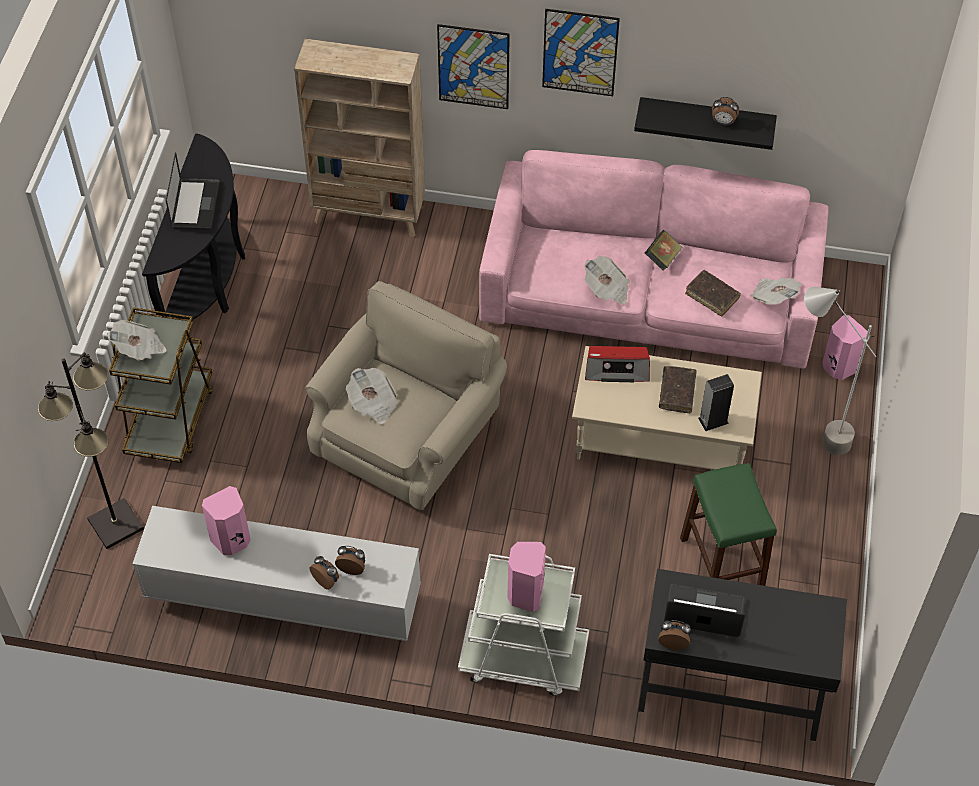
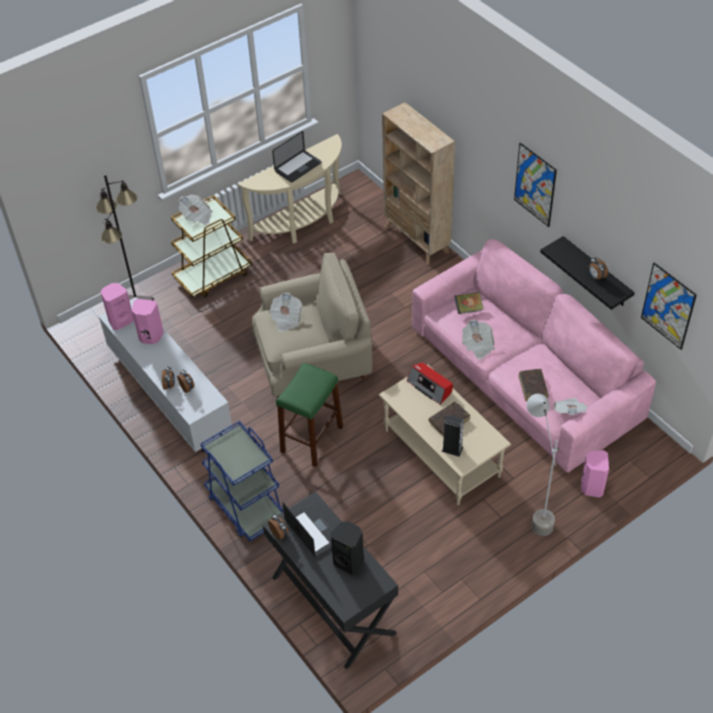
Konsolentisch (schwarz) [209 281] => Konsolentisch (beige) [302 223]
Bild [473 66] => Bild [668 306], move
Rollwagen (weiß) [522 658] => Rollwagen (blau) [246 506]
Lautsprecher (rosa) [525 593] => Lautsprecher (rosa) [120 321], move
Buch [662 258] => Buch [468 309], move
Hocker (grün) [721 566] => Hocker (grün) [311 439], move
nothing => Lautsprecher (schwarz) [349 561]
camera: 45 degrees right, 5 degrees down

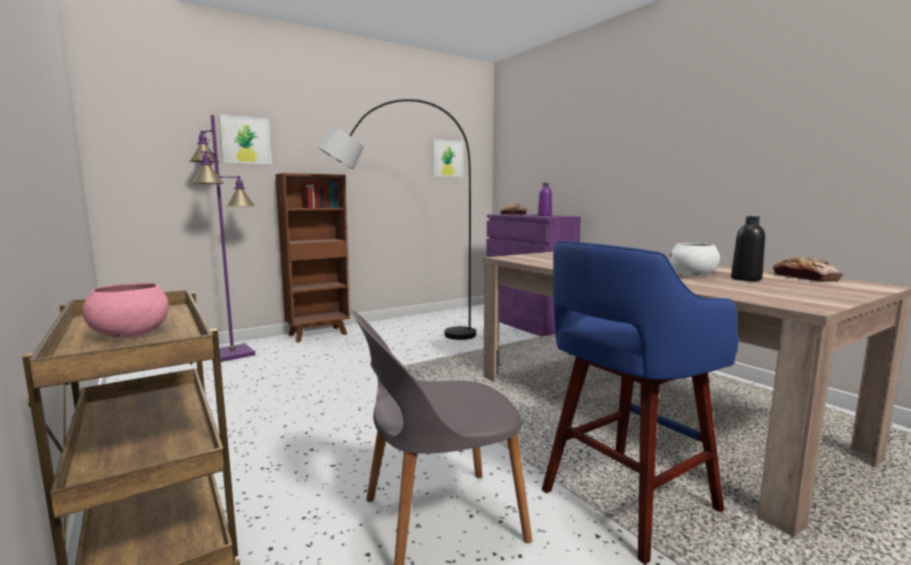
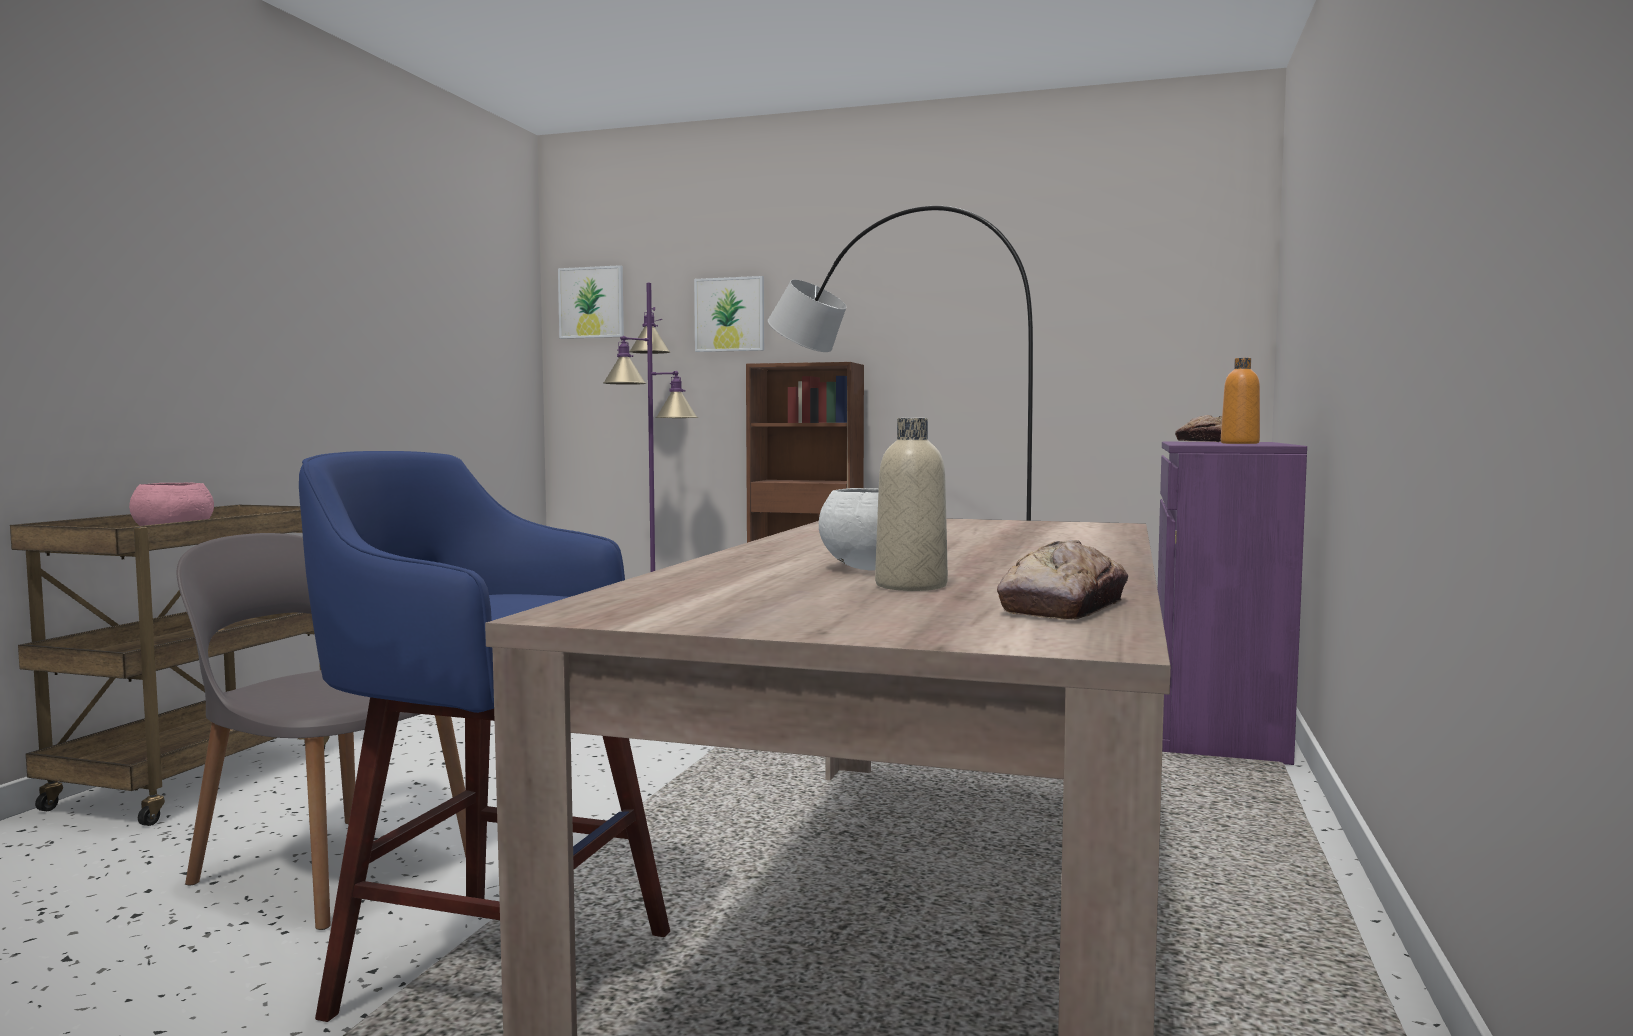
Bild [447 158] => Bild [591 302], move
Flasche (lila) [544 215] => Flasche (orange) [1239 443]
Flasche (schwarz) [746 279] => Flasche (beige) [911 586]
camera: 50 degrees right, 5 degrees down

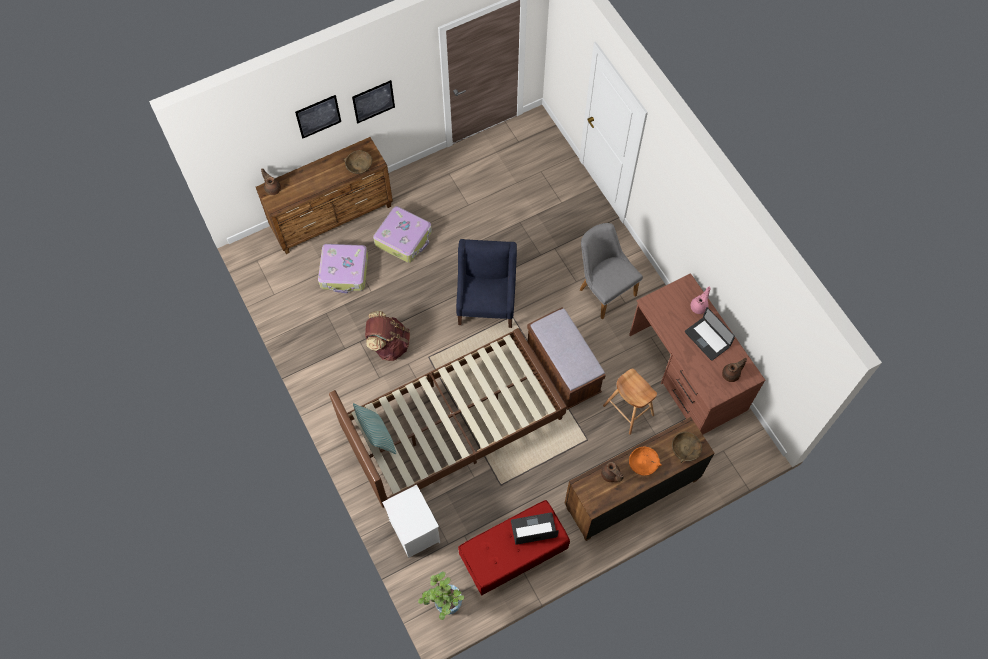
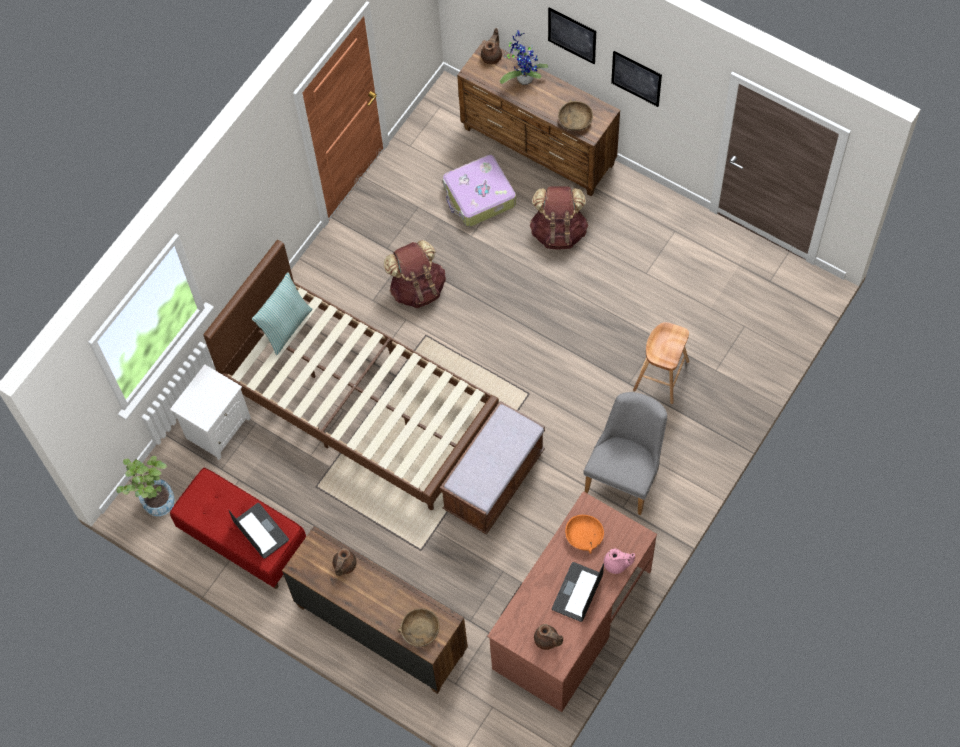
Koffer [404 238] => Rucksack (braun) [558 231]
Sessel (blau) [487 303] => nothing
Hocker (braun) [628 410] => Hocker (braun) [661 376], move
Schüssel (orange) [643 463] => Schüssel (orange) [584 535], move
nothing => Topfpflanze [523 77]
camera: 65 degrees right, 0 degrees up

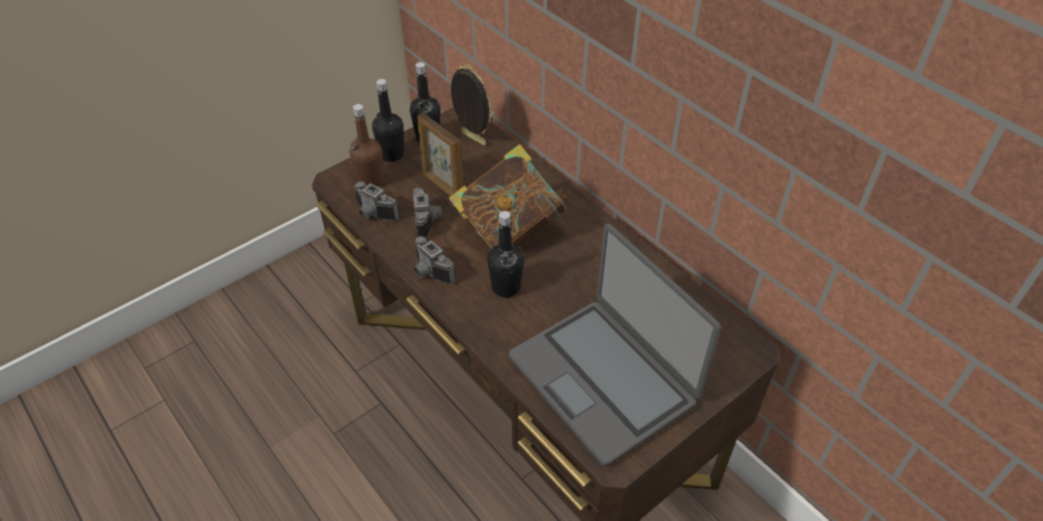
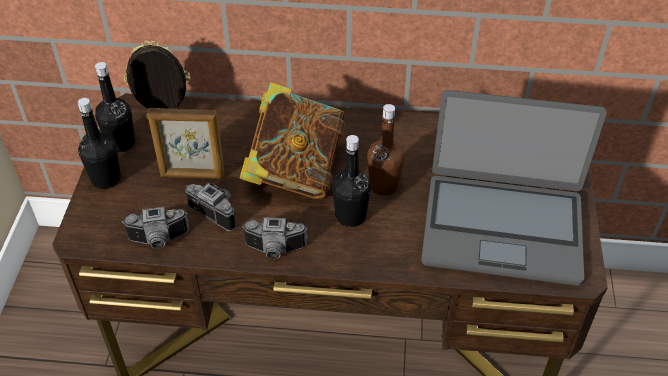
Flasche (braun) [370 180] => Flasche (braun) [384 185], move
camera: 45 degrees left, 0 degrees up

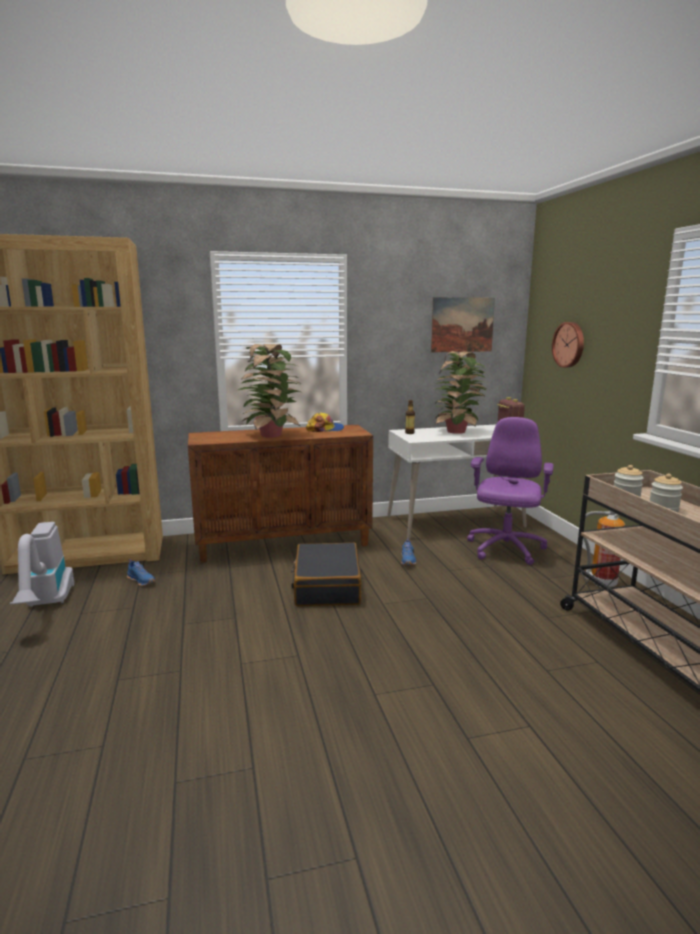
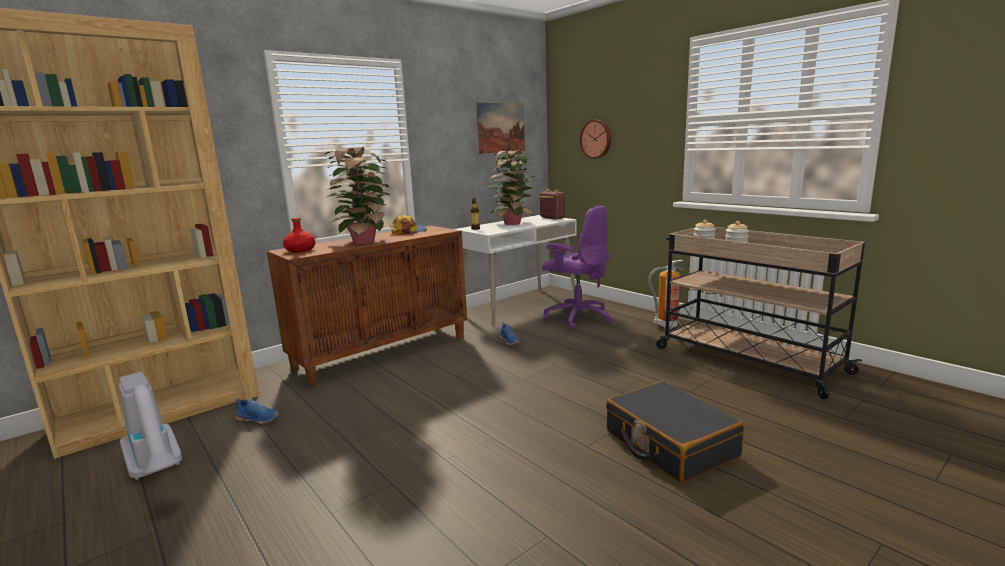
Koffer (schwarz) [326 586] => Koffer (schwarz) [669 444], move
Bürostuhl (lila) [505 549] => Bürostuhl (lila) [577 317], 135 degrees clockwise
nothing => Flasche (rot) [300 250]
camera: 25 degrees left, 0 degrees up

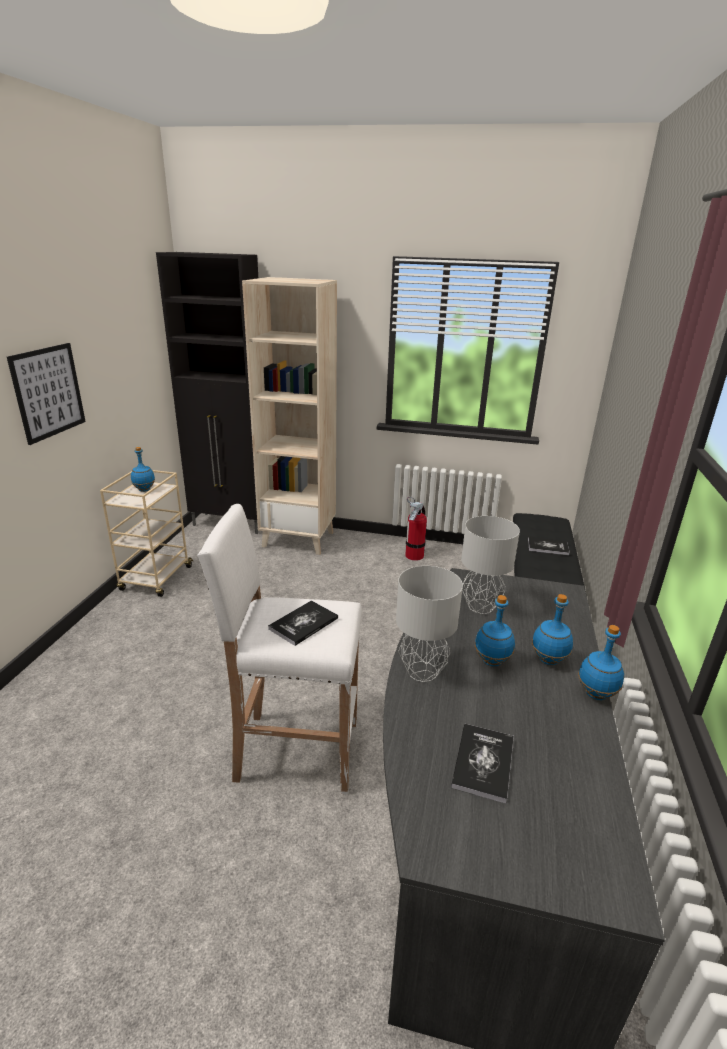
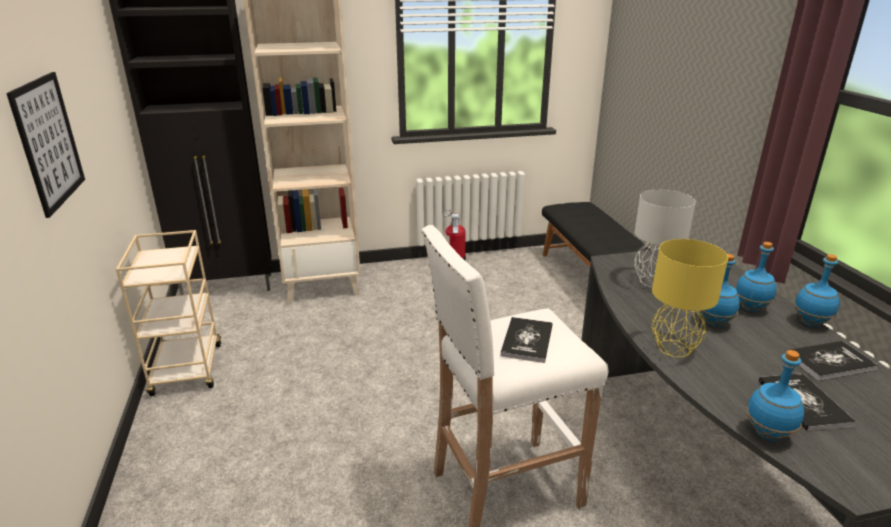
Flasche (blau) [144 490] => Flasche (blau) [767 434], move
Tischlampe (grau) [423 671] => Tischlampe (gelb) [674 348]
Buch [548 547] => Buch [830 362], move
camera: 25 degrees left, 0 degrees up

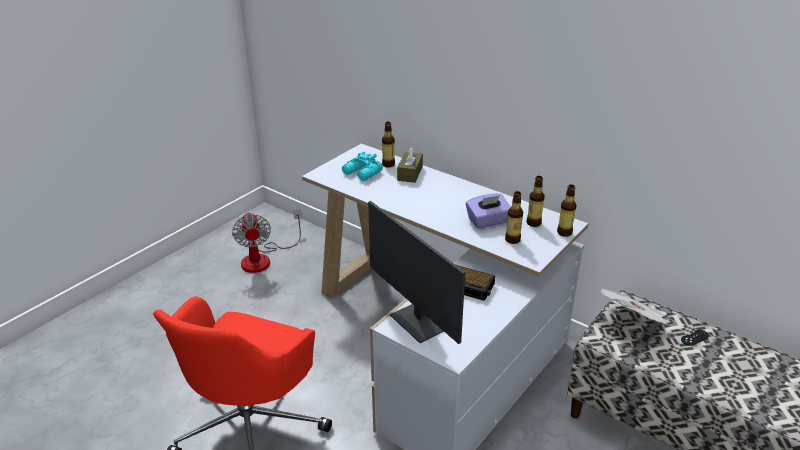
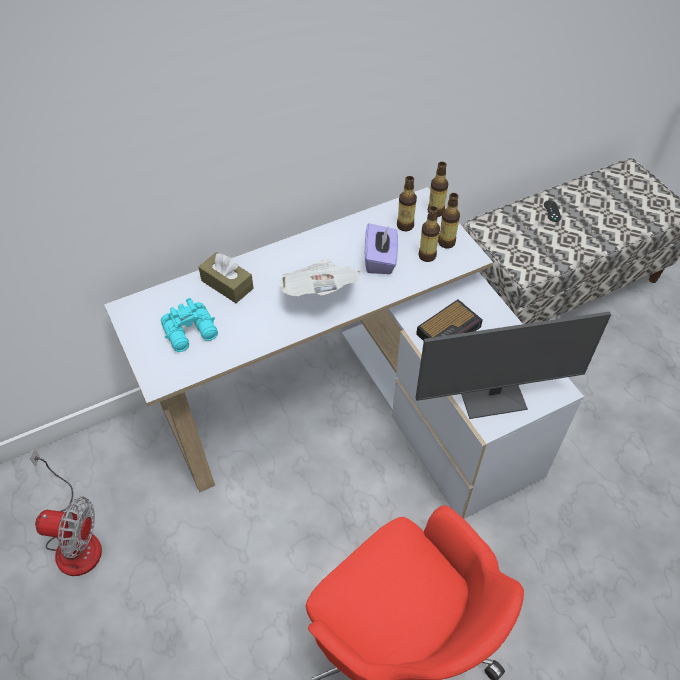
Flasche [388 164] => Flasche [446 242], move
Zeitung [634 321] => Zeitung [319 292], move
camera: 65 degrees left, 20 degrees up

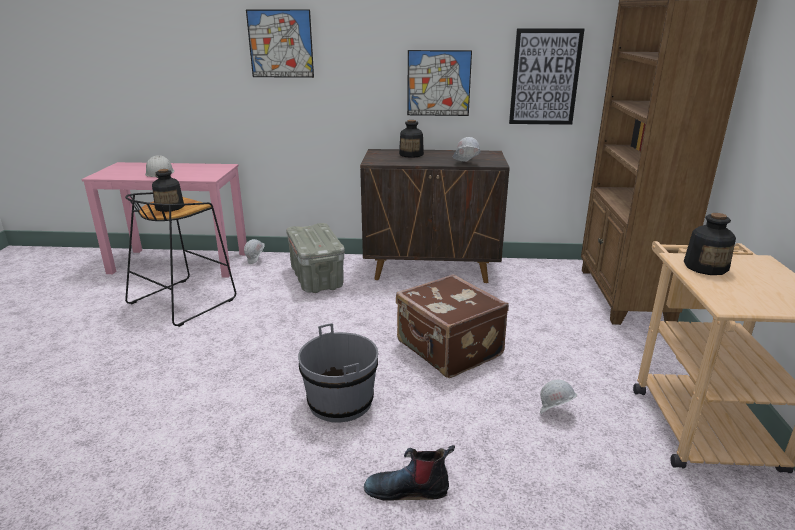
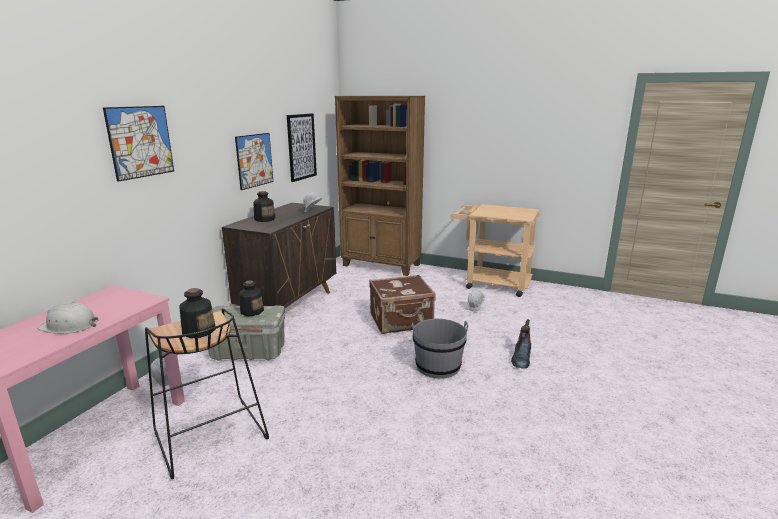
Flasche [705 267] => Flasche [252 311], move
camera: 70 degrees left, 5 degrees down

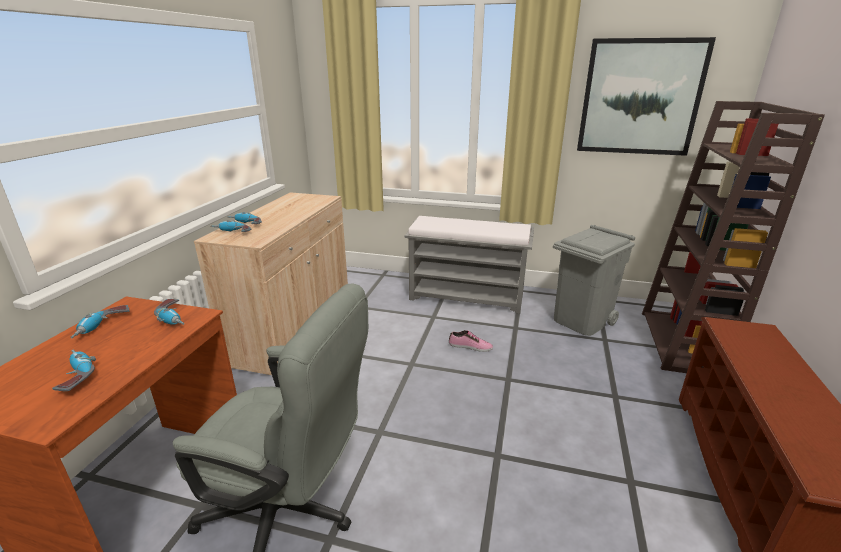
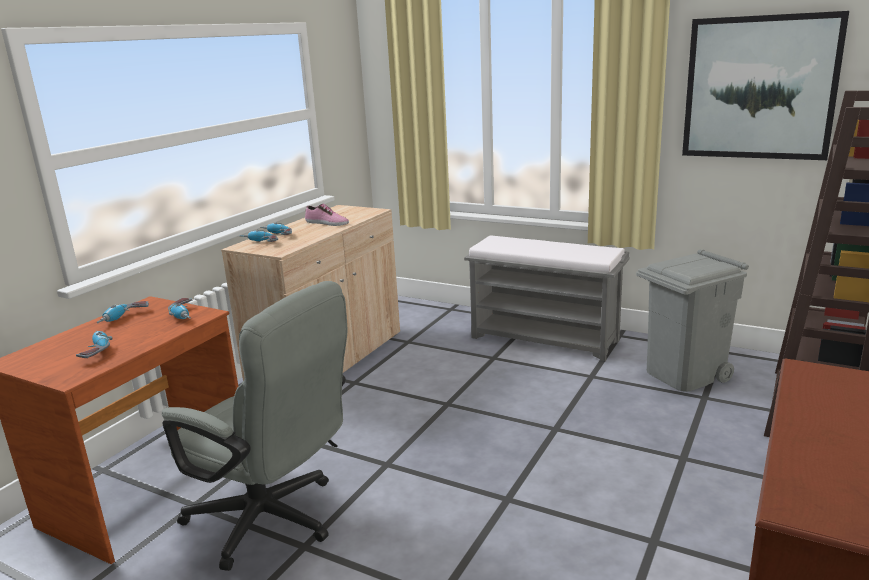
Schuh [470 346] => Schuh [326 223], move
camera: 15 degrees right, 5 degrees down

